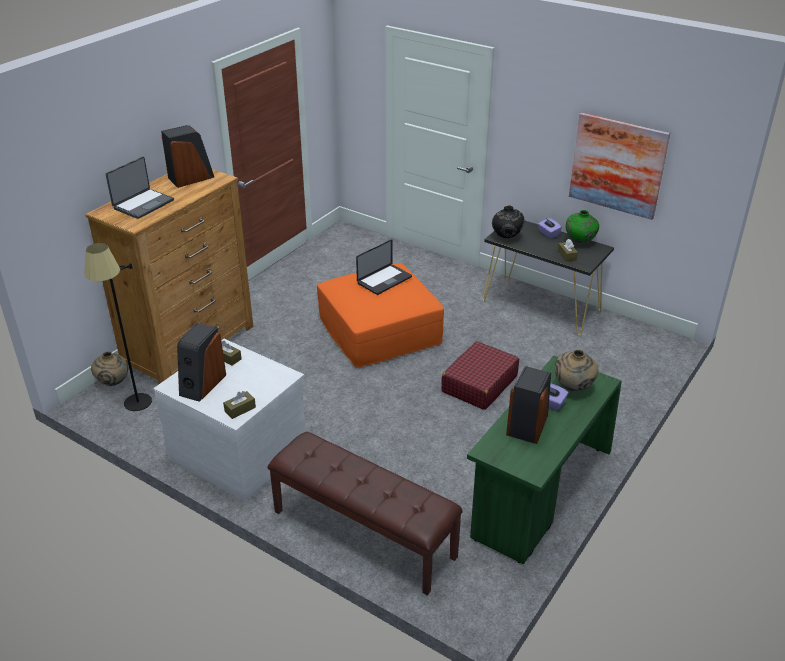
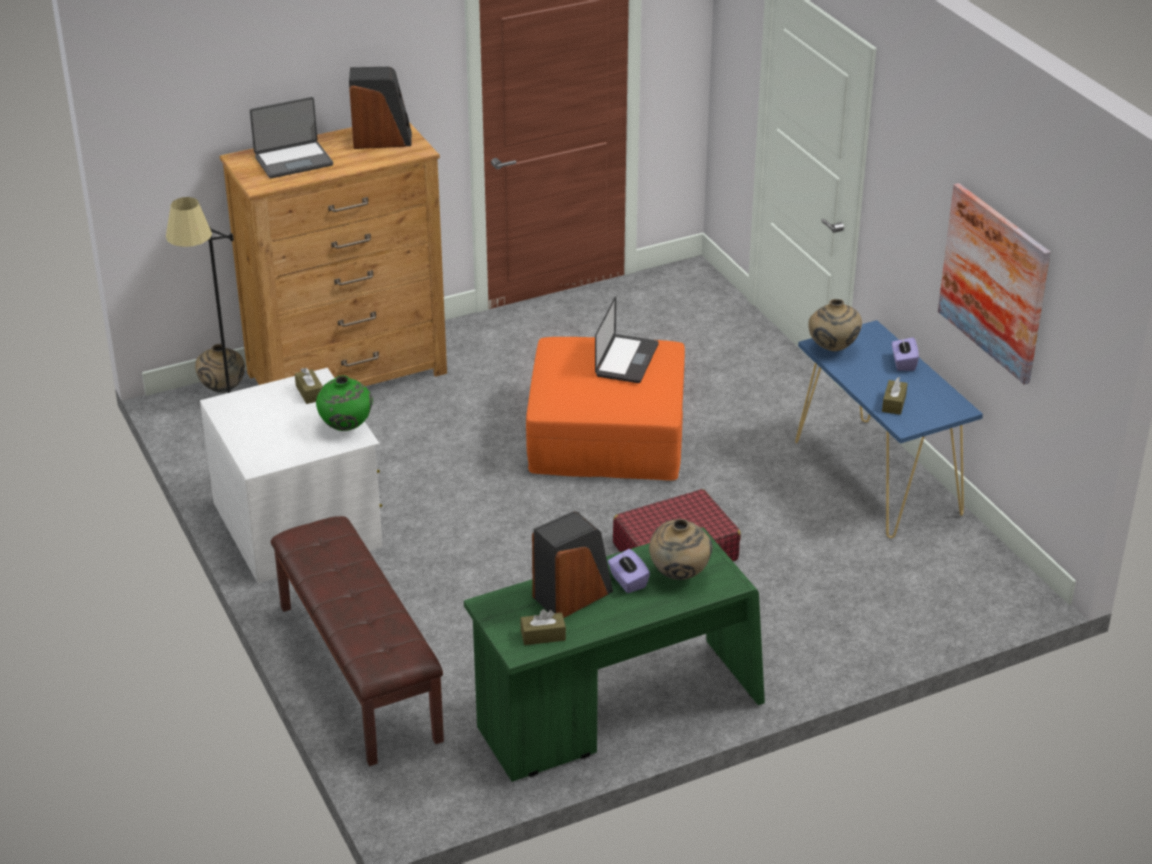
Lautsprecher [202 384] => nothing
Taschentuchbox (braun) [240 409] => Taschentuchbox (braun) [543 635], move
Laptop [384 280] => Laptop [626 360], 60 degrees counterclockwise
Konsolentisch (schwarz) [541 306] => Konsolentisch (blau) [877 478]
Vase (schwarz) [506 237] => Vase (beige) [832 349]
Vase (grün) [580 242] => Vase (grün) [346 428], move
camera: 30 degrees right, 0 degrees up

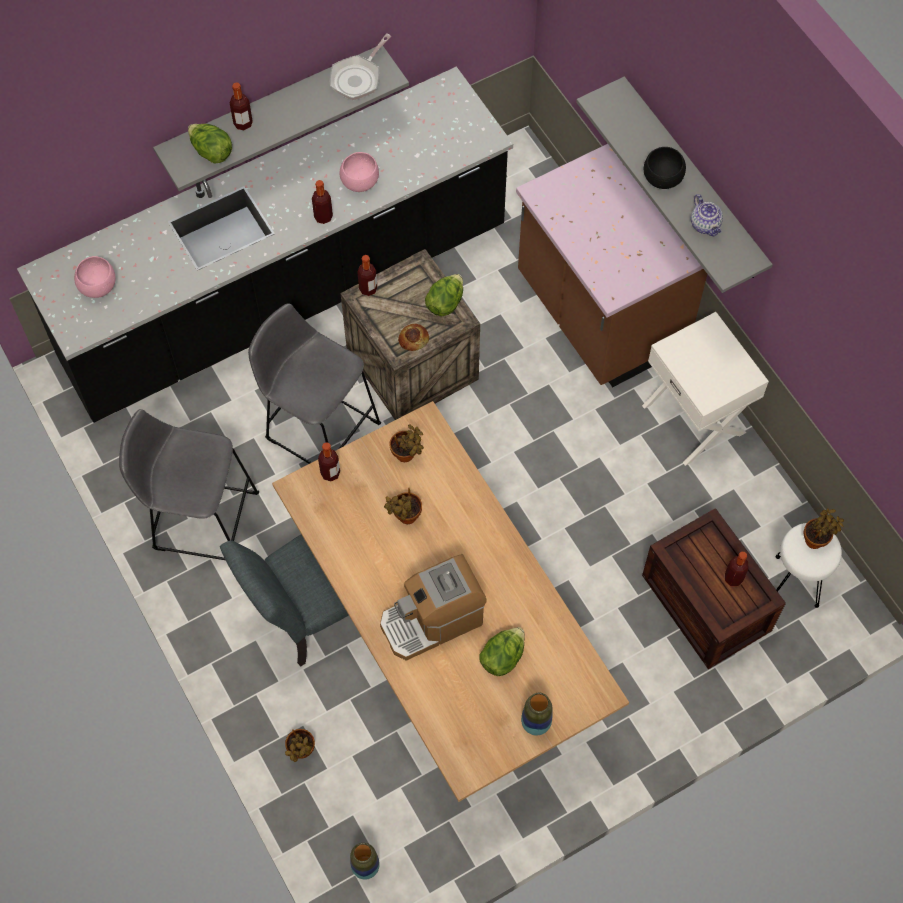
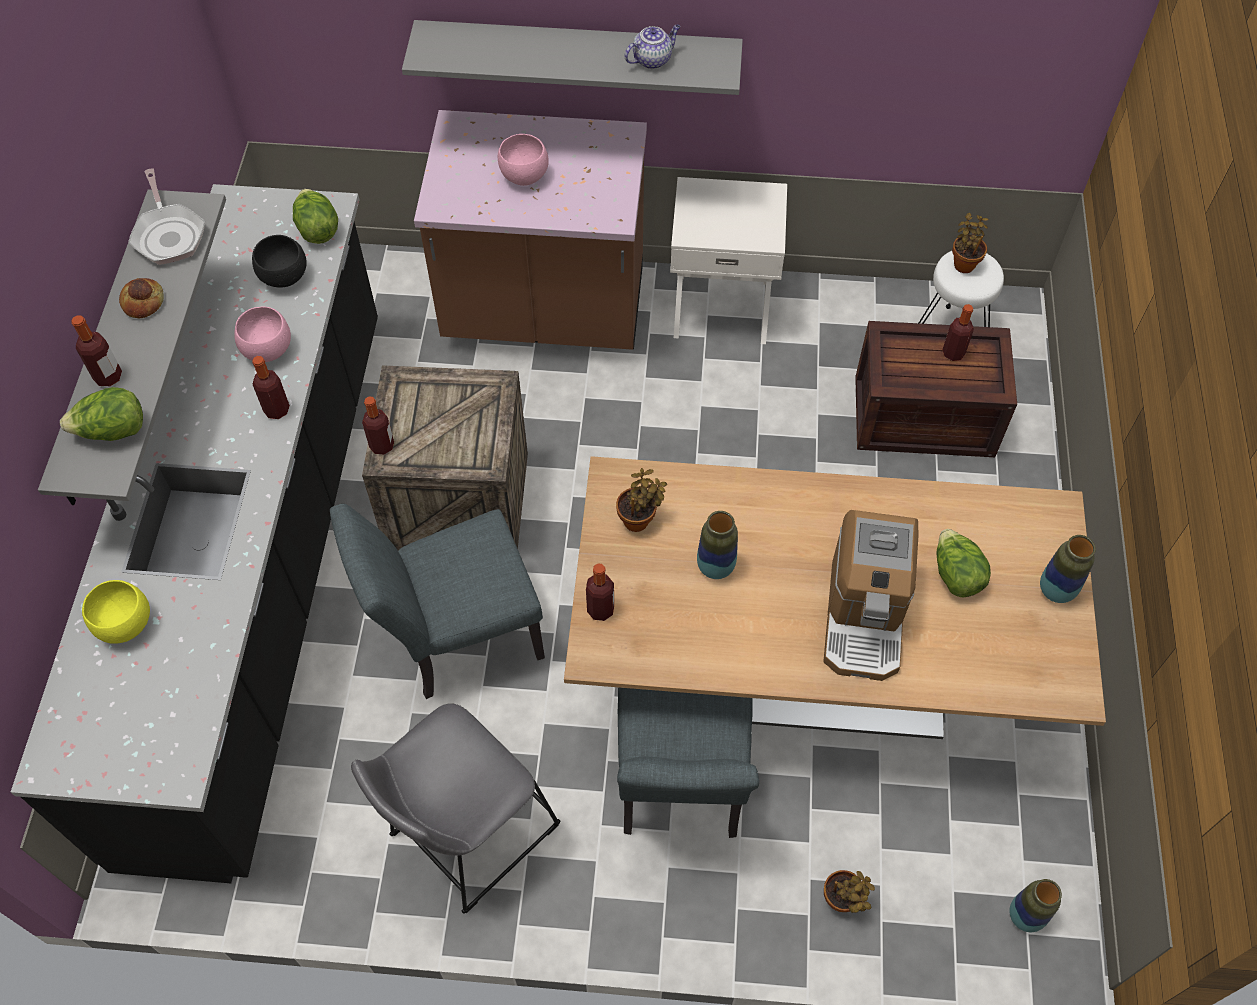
Schüssel (rosa) [97 287] => Schüssel (rosa) [523 177], move
Hocker (grau) [318 427] => Stuhl (grau) [455 638]
Topfpflanze [405 517] => Vase [715 567]
Brot [413 339] => Brot [143 302], move
Salatkopf [445 303] => Salatkopf [317 229], move
Schüssel (schwarz) [663 180] => Schüssel (schwarz) [285 277], move
Teekanne [705 225] => Teekanne [652 59], 45 degrees counterclockwise
nothing => Schüssel (gelb) [124 626]
camera: 55 degrees left, 5 degrees down

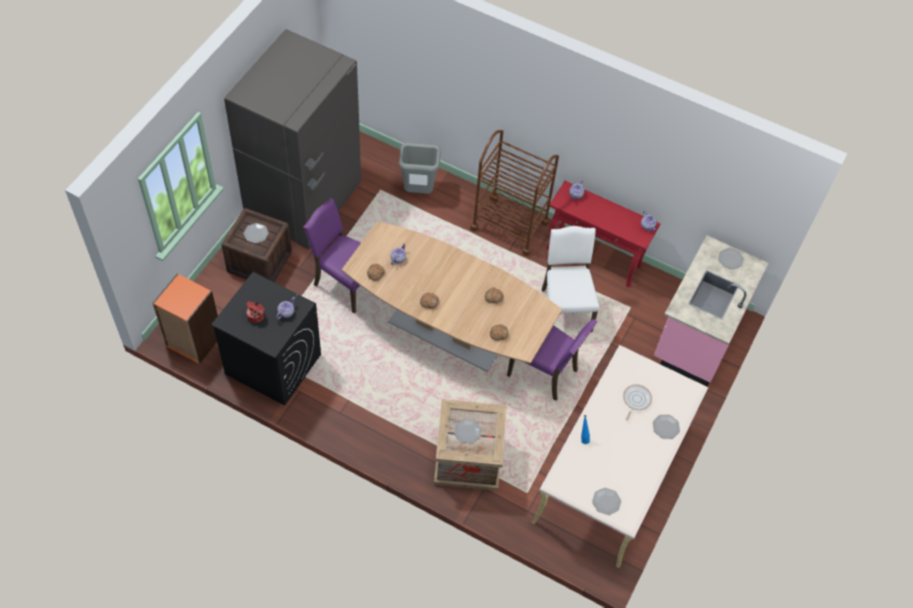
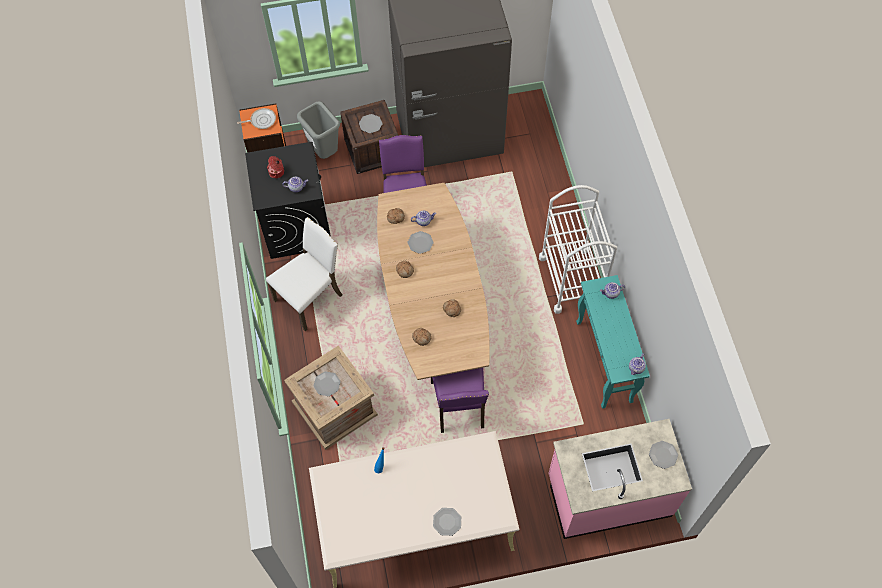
Mülleimer (grau) [418 191] => Mülleimer (grau) [324 152], move
Rollwagen (braun) [509 225] => Rollwagen (weiß) [571 279]
Stuhl (weiß) [564 309] => Stuhl (weiß) [310 298], move
Konsolentisch (rot) [594 258] => Konsolentisch (türkis) [604 362]
Teller [606 501] => Teller [420 243], move
Pfanne [635 400] => Pfanne [261 120], move
camera: 55 degrees right, 5 degrees up

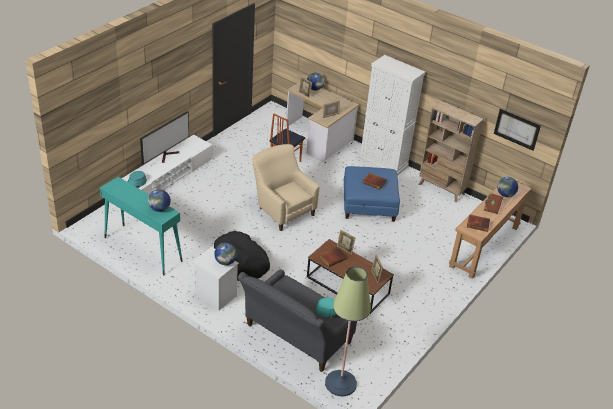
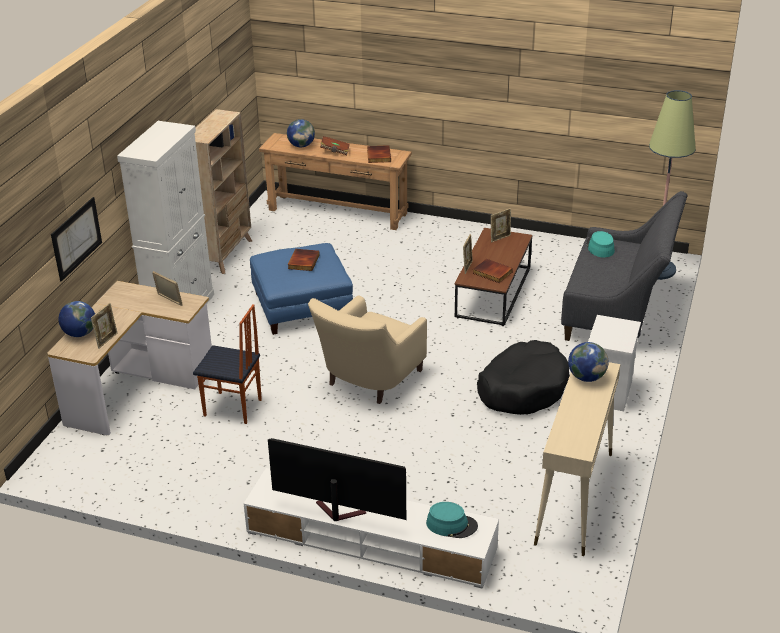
Konsolentisch (türkis) [142 249] => Konsolentisch (beige) [574 498]
Globus [225 262] => nothing
Bild [516 129] => Bild [76 238], move
camera: 105 degrees left, 5 degrees down

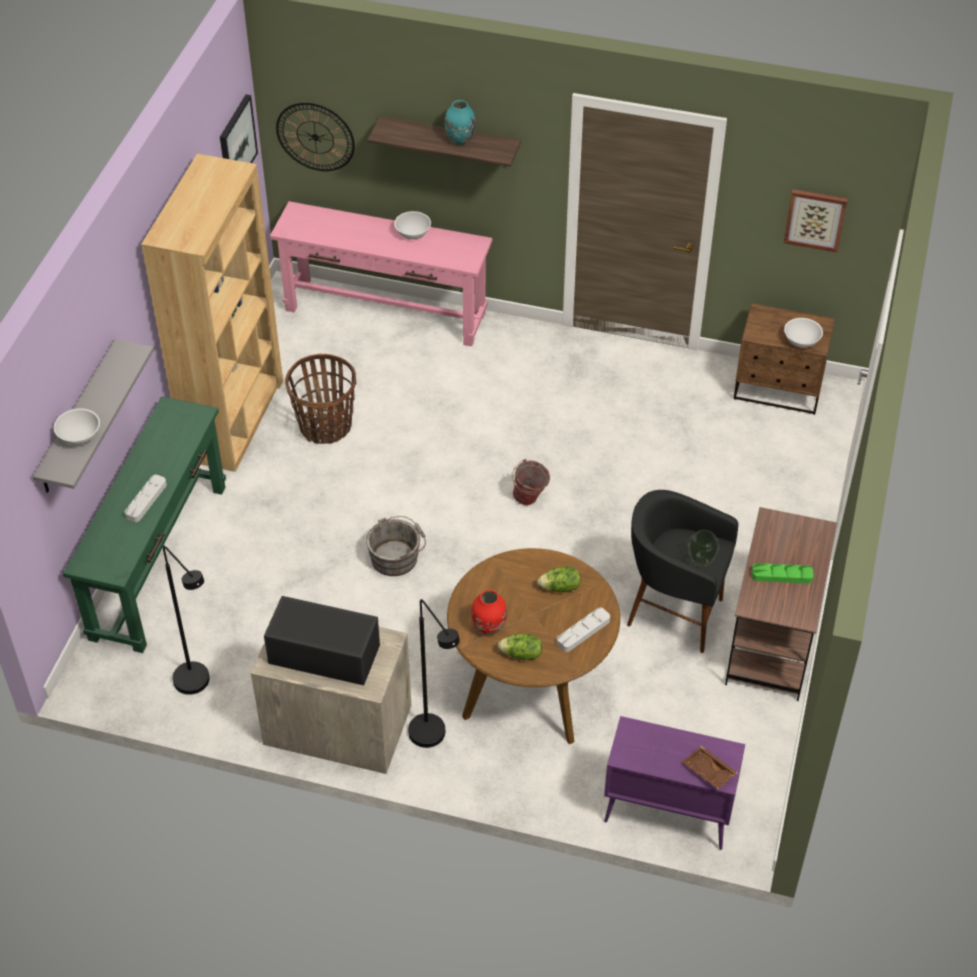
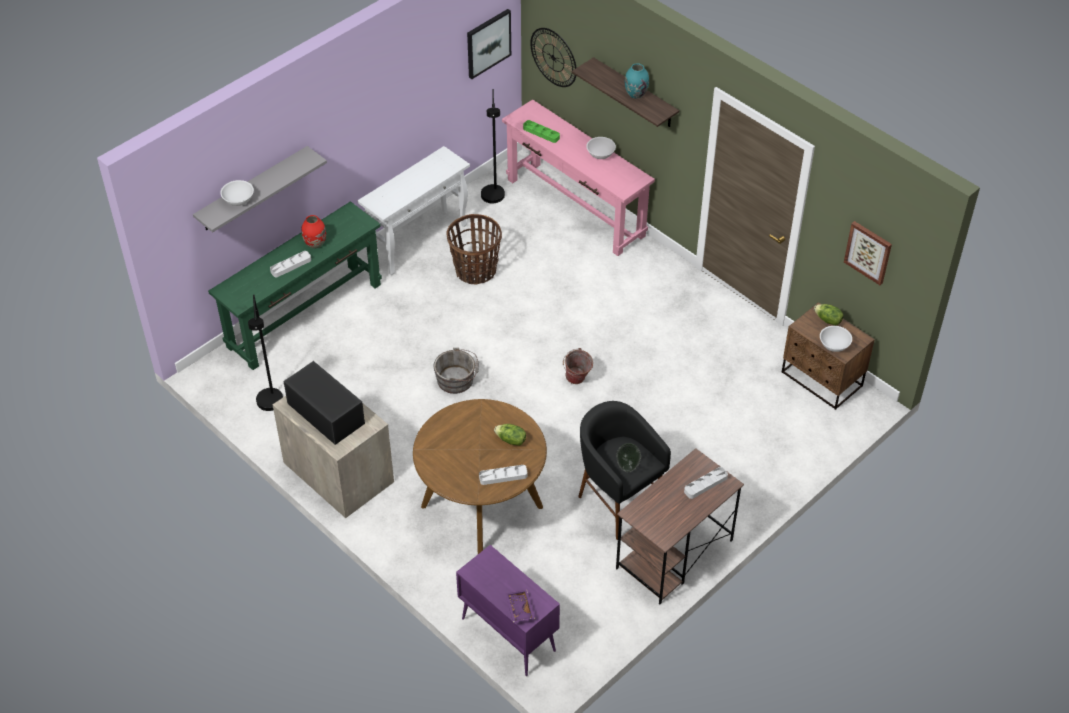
Bücherregal (braun) [234 419] => Konsolentisch (weiß) [419 241]
Stehlampe (schwarz) [433 739] => Stehlampe (schwarz) [493 200], move
Vase (rot) [489 628] => Vase (rot) [315 244], move
Salatkopf [521 654] => Salatkopf [827 320], move
Tablett (braun) [708 772] => Tablett (lila) [519 609]
Tablett (grün) [782 575] => Tablett (grün) [541 133], move
nothing => Tablett (grau) [705 484]
camera: 30 degrees right, 0 degrees up

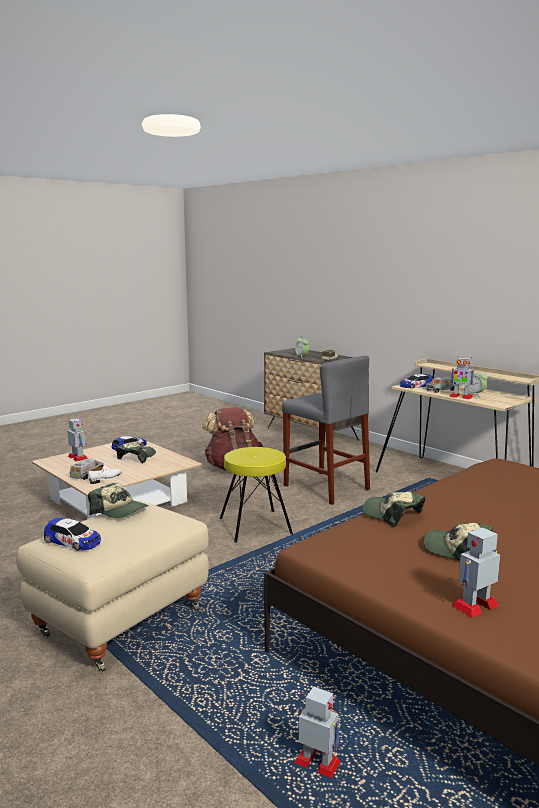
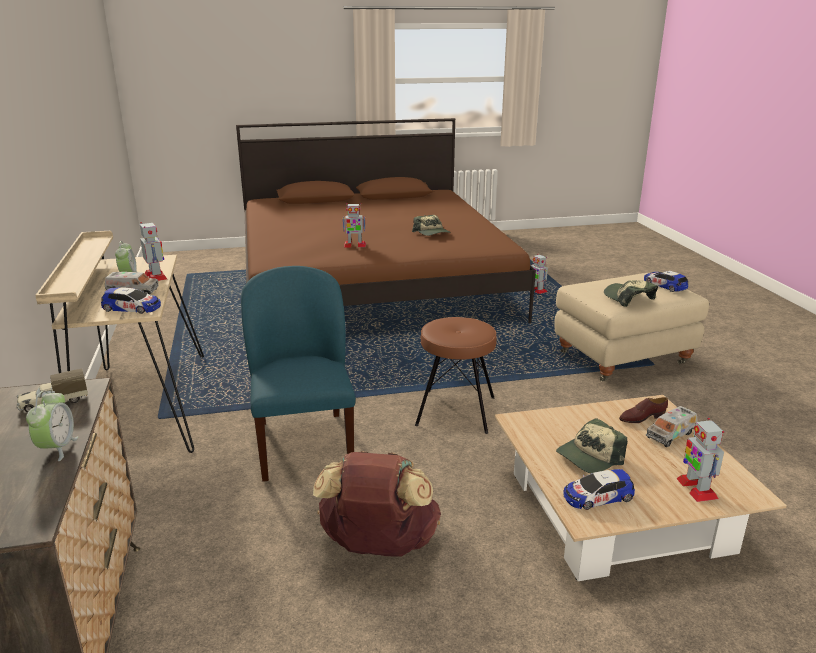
Schuh (weiß) [106 479] => Schuh (braun) [641 417]
Hocker (gelb) [255 526] => Hocker (braun) [455 410]
Hocker (grau) [326 487] => Stuhl (blau) [304 444]
Kappe [392 515] => nothing
Spielzeugroboter [475 605] => Spielzeugroboter [354 245], move
camera: 150 degrees left, 10 degrees up

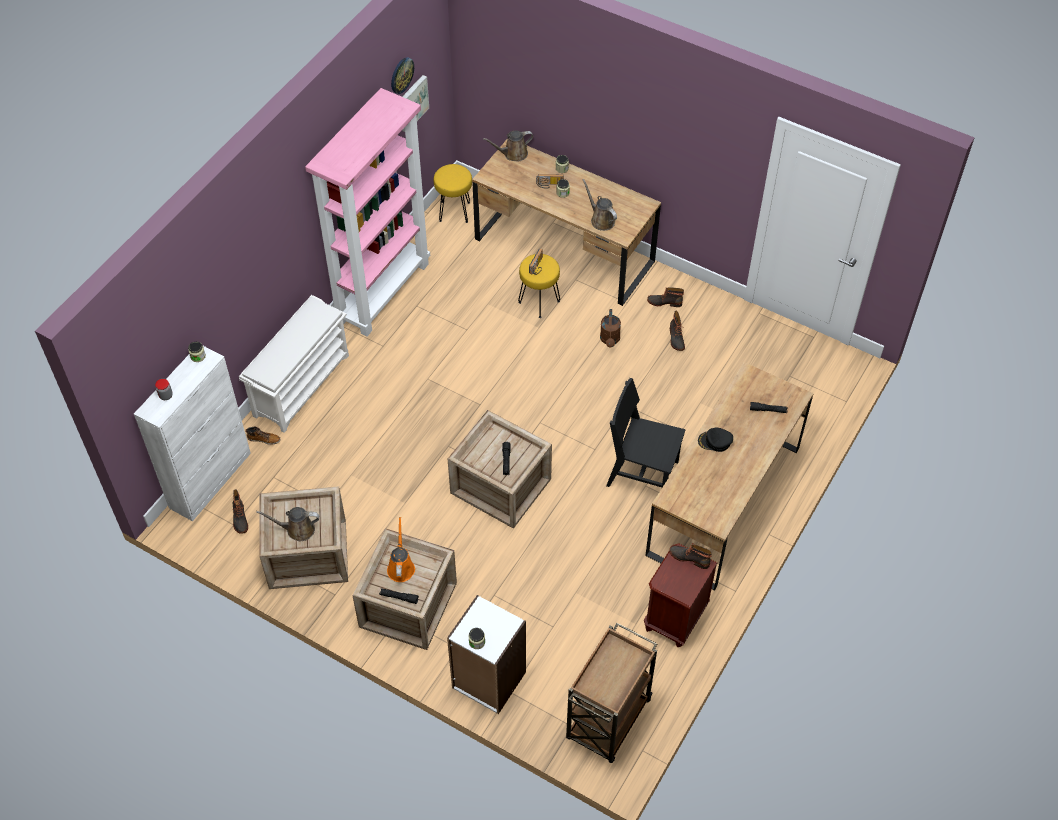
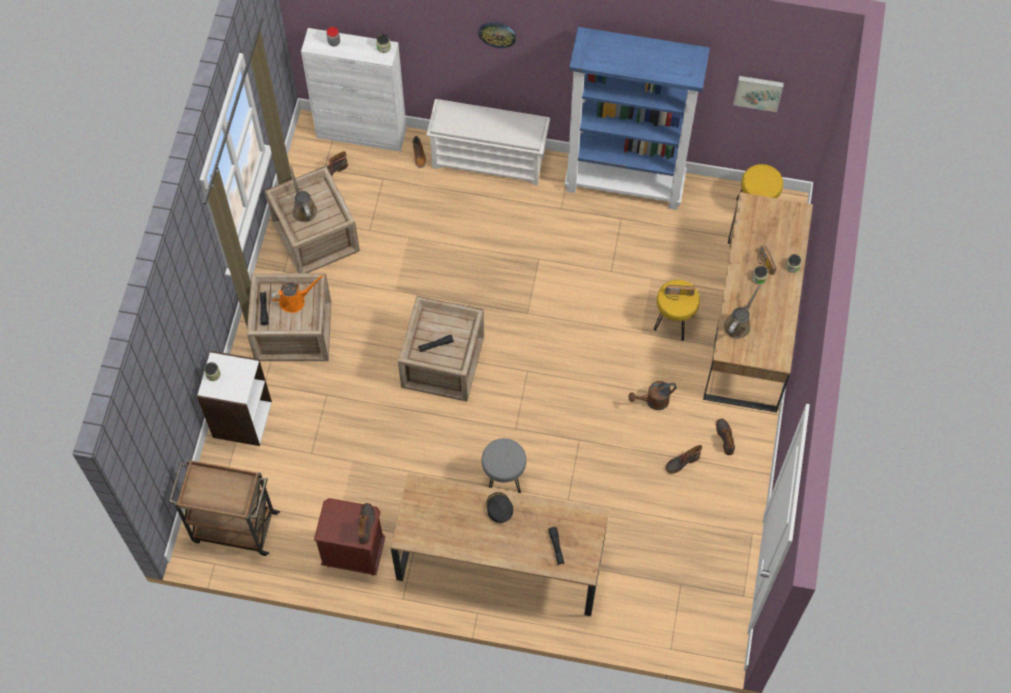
Bücherregal (rosa) [383 291] => Bücherregal (blau) [625 184]
Wanduhr [401 75] => Wanduhr [497 34], move
Gießkanne (braun) [513 154] => nothing
Stuhl (schwarz) [642 473] => Hocker (grau) [504 479]
camera: 70 degrees right, 10 degrees up

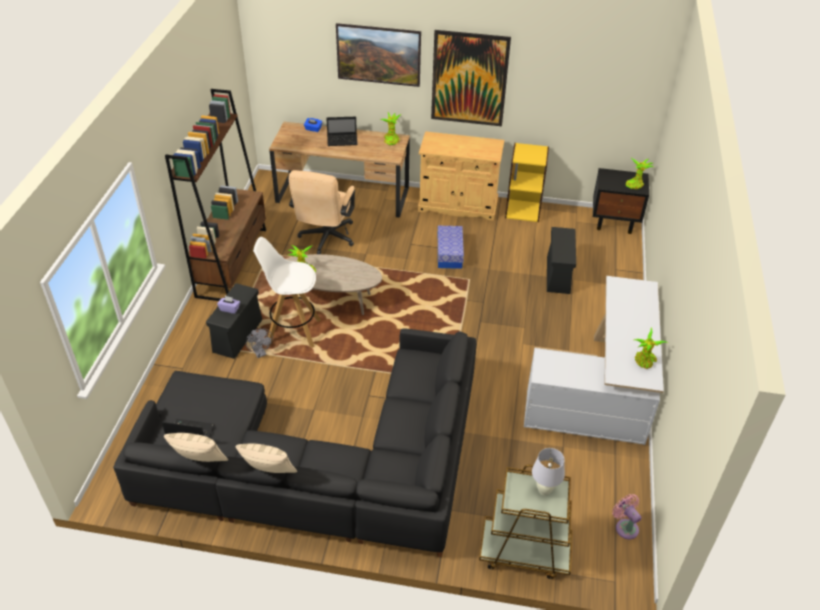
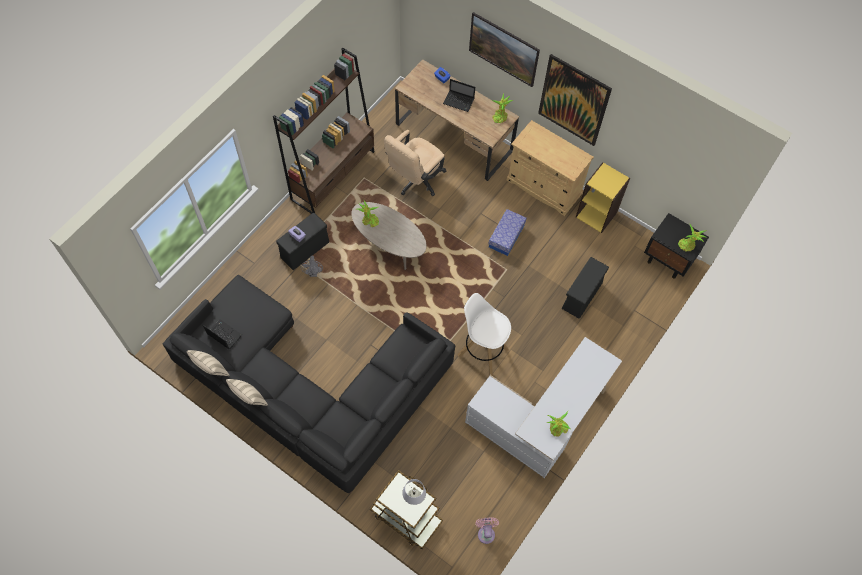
Hocker (weiß) [293 331] => Hocker (weiß) [482 351], move
camera: 25 degrees right, 20 degrees up

